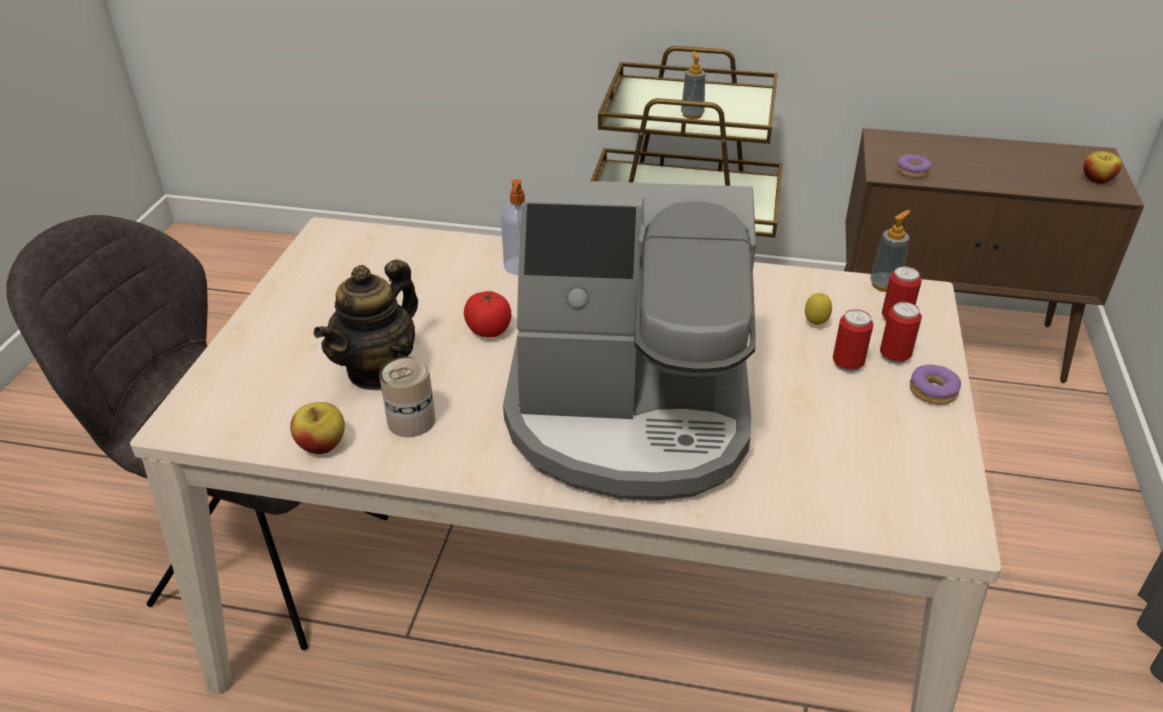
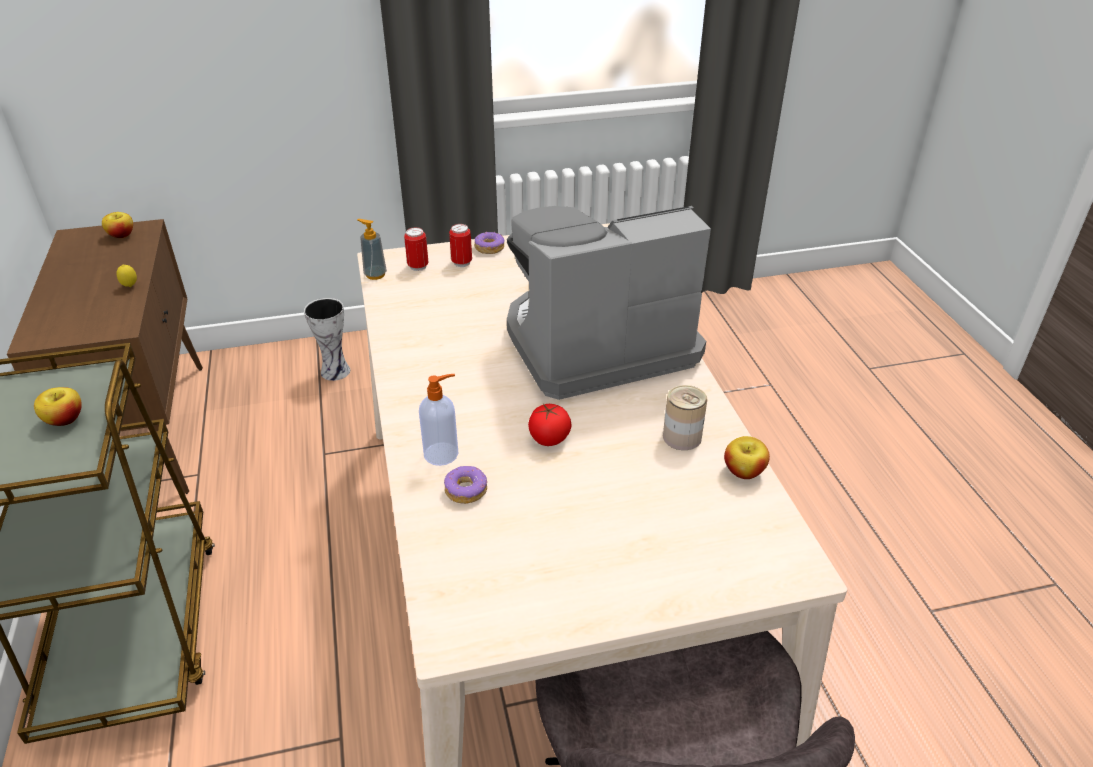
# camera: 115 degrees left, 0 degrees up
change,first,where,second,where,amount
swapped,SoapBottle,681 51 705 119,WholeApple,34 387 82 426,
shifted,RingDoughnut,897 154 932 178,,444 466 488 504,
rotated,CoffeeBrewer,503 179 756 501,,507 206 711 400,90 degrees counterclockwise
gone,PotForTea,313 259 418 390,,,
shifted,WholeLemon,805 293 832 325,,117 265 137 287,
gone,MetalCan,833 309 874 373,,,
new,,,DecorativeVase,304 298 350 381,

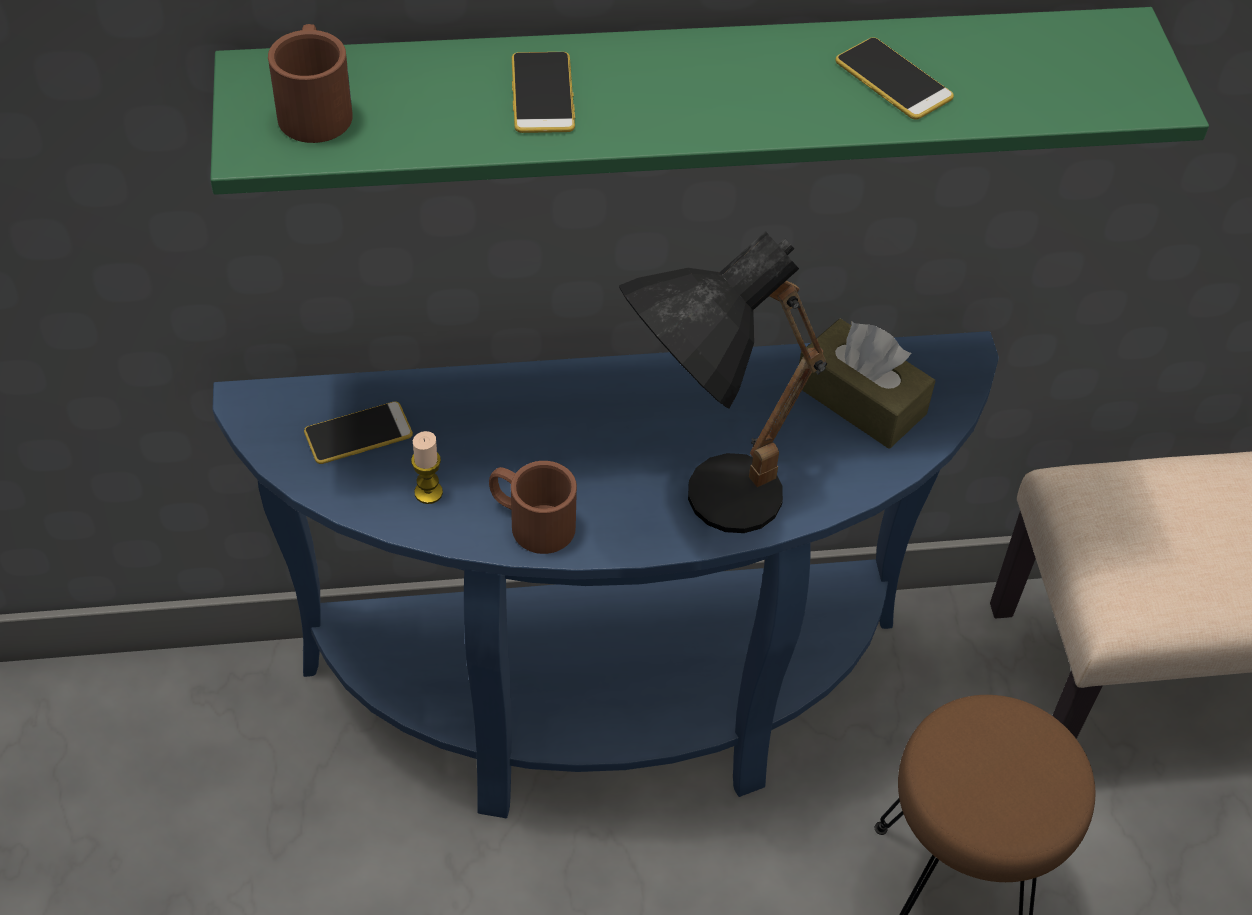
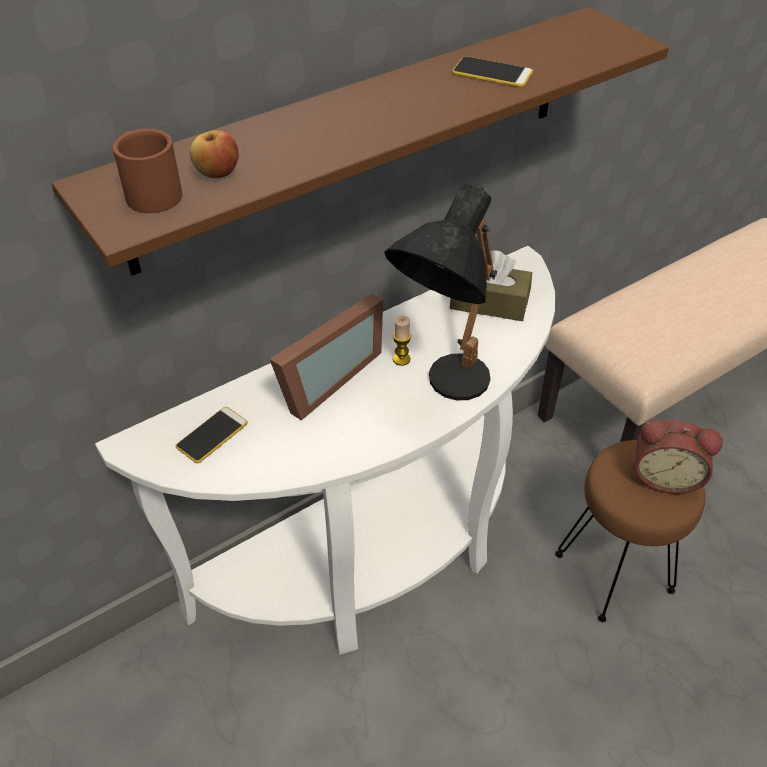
# camera: 25 degrees left, 5 degrees down
change,first,where,second,where,amount
repainted,GreenWallShelf,210 7 1209 195,BrownColouredWallShelf,51 7 669 276,
gone,Telephone,512 52 575 133,,,
repainted,BluishConsoleTable,213 331 999 818,WhiteConsoleTable,95 246 555 655,
shifted,WaxCandle,411 431 443 504,,393 316 411 366,
gone,BrownColouredTeaMug,489 461 577 554,,,
new,,,WholeApple,190 130 239 178,
new,,,PhotoFrame,270 294 383 421,
new,,,AlarmClock,635 419 723 494,

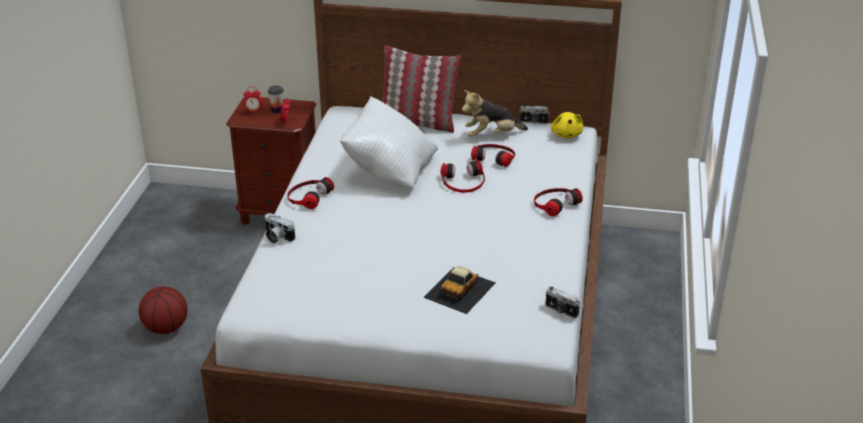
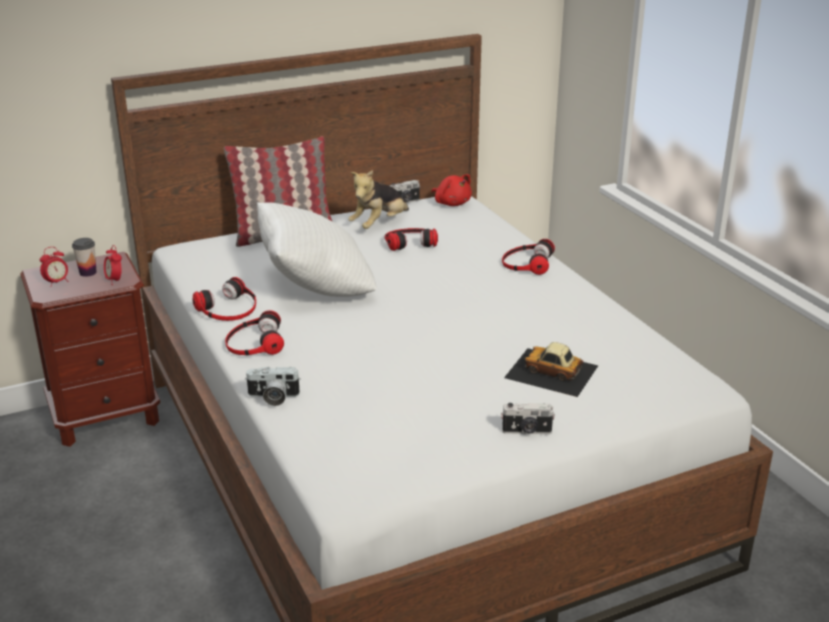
# camera: 35 degrees left, 5 degrees down
change,first,where,second,where,amount
repainted,YellowSoftToy,551 112 583 138,RedSoftToy,431 174 472 206,
shifted,PairOfHeadphones,441 160 485 193,,193 277 256 321,
rotated,ModelCar,423 266 495 314,,504 342 598 397,120 degrees clockwise
gone,Basketball,139 286 188 334,,,
shifted,StillCamera,546 287 580 319,,501 403 555 434,

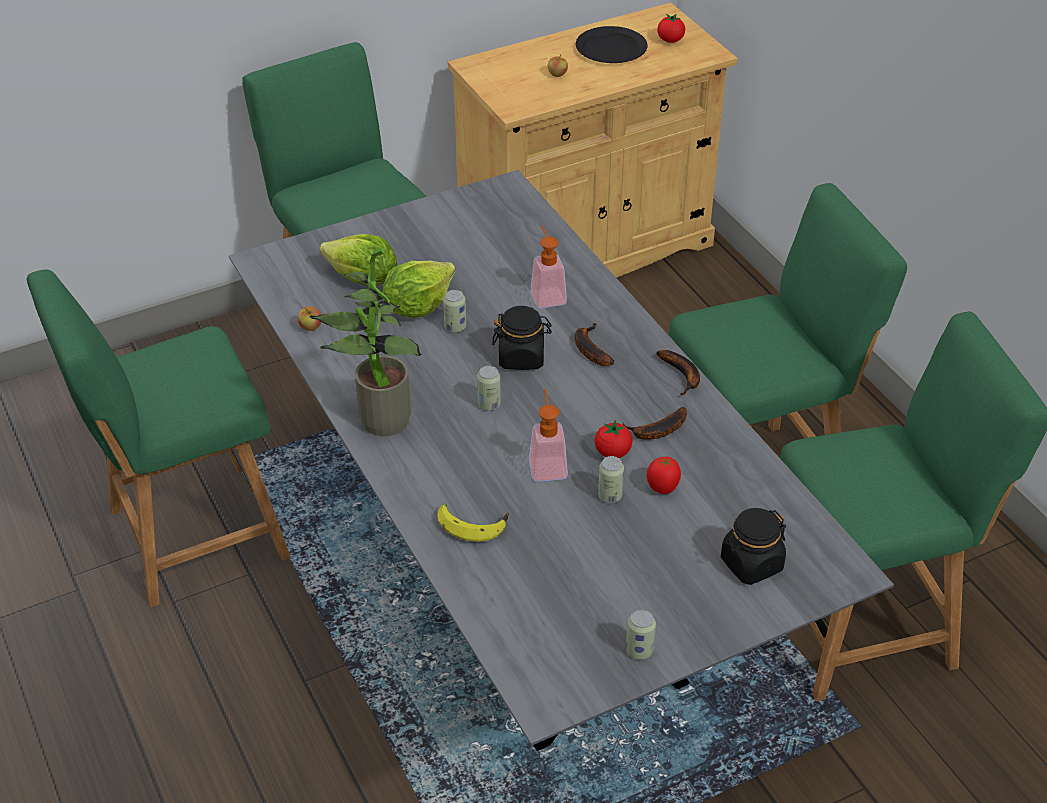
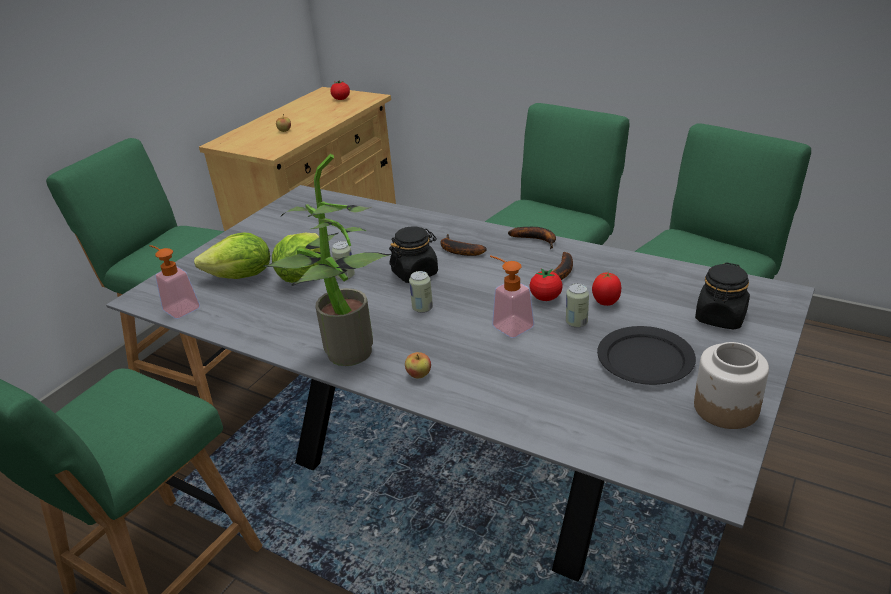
# camera: 30 degrees left, 10 degrees down
change,first,where,second,where,amount
shifted,BlackFlatDish,576 26 648 63,,597 326 696 385,
shifted,SoapBottle,530 225 567 309,,150 245 200 319,
shifted,WholeApple,298 306 322 331,,405 352 431 378,
gone,WholeBanana,437 503 509 542,,,
swapped,MetalCan,626 610 656 659,PreserveJar,694 342 769 429,

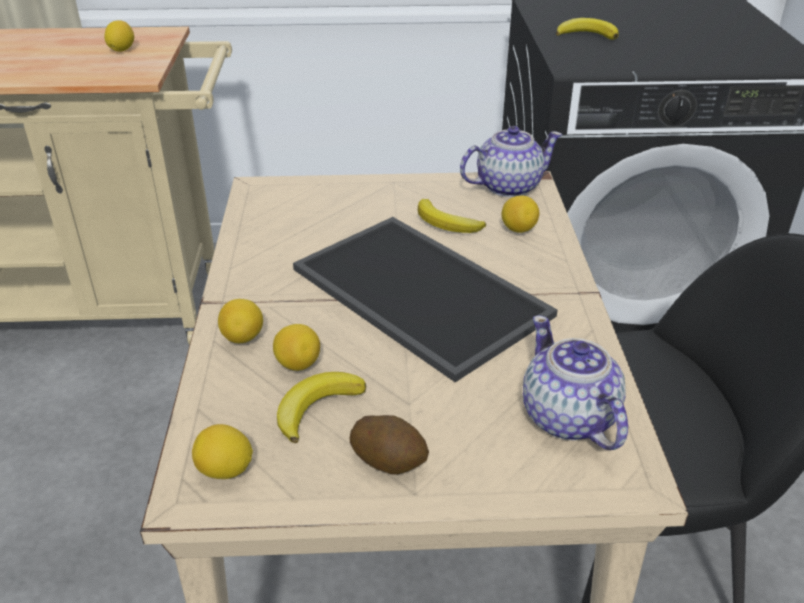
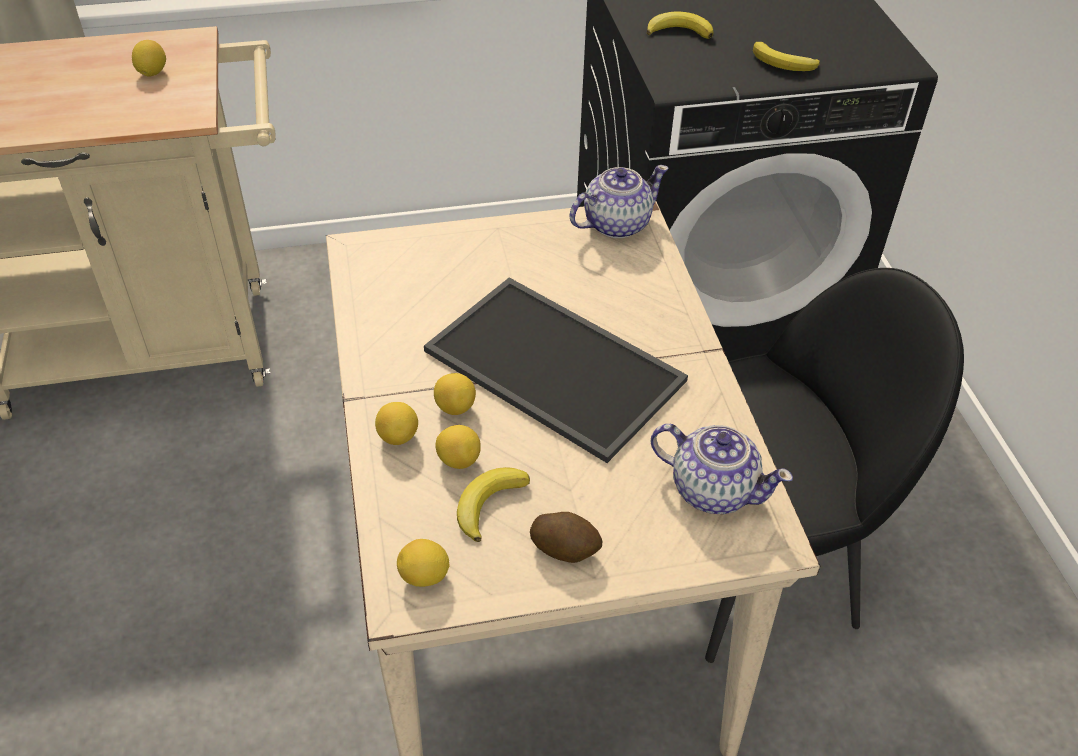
# camera: 10 degrees left, 10 degrees up
change,first,where,second,where,amount
shifted,WholeLemon,502 195 539 233,,434 373 476 415,
shifted,WholeBanana,418 199 486 233,,753 42 820 71,
rotated,PotForTea,523 315 628 450,,650 424 793 514,150 degrees clockwise

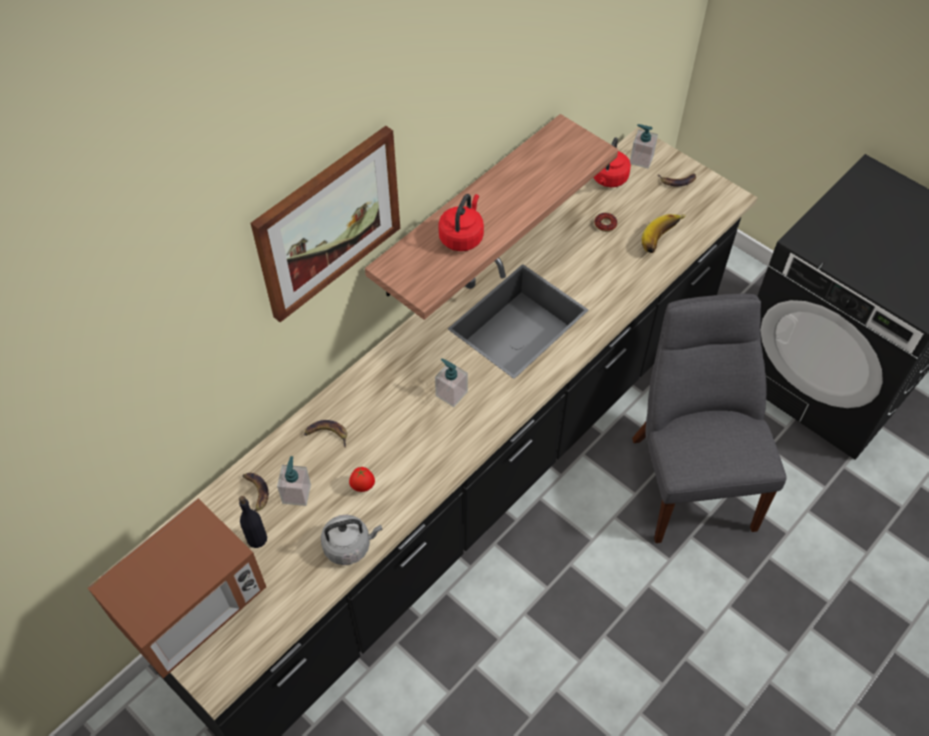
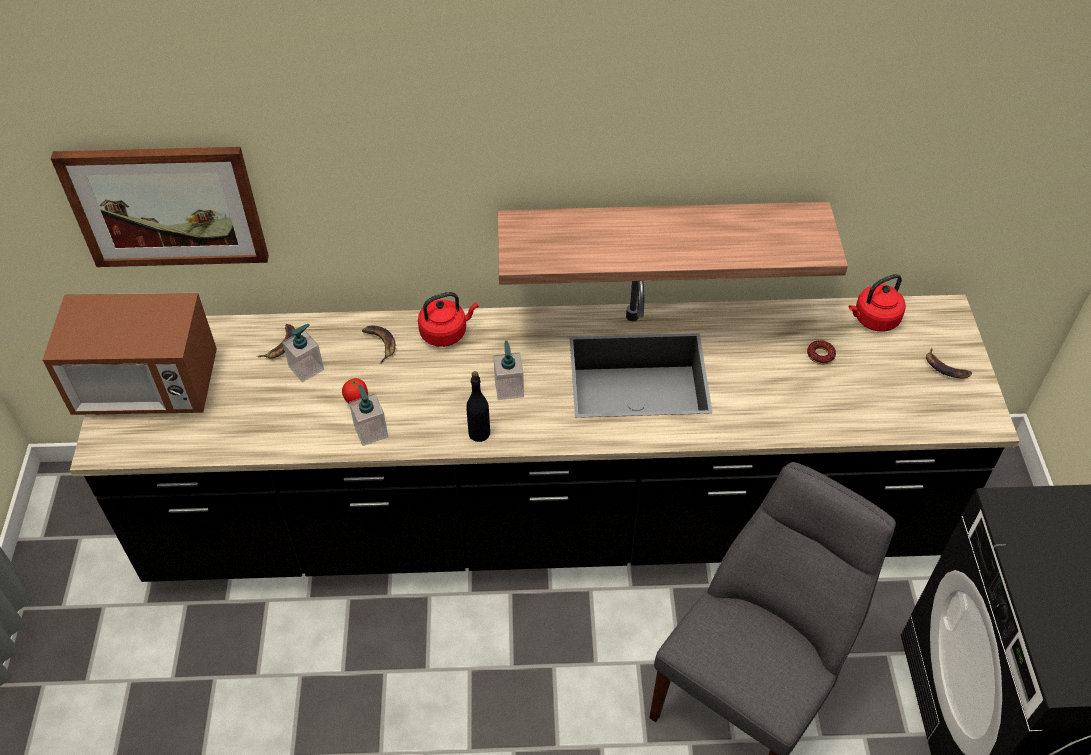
# camera: 45 degrees right, 5 degrees down
change,first,where,second,where,amount
shifted,SoapBottle,630 124 658 169,,349 384 388 446,
shifted,Picture,251 126 400 322,,51 147 269 267,
shifted,RedKettle,438 194 484 251,,418 292 478 347,
gone,WholeBanana,642 214 686 253,,,
shifted,BlackBottle,239 496 267 548,,466 371 490 442,
gone,GreyishKettle,321 515 383 565,,,

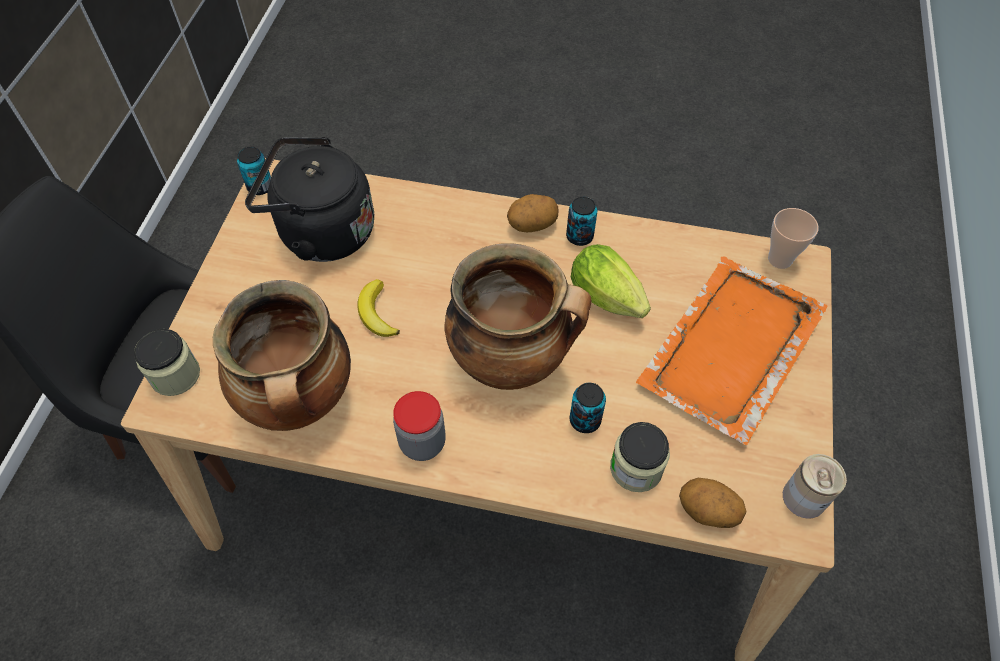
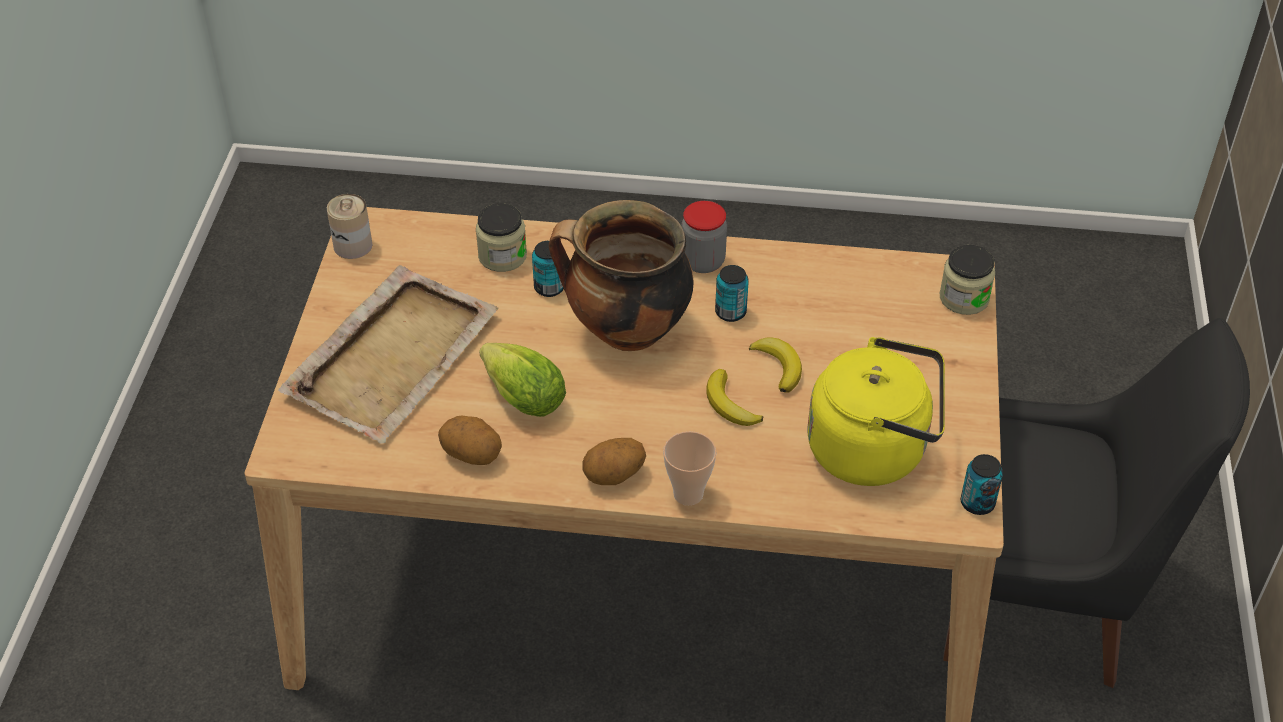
# camera: 175 degrees right, 10 degrees down
change,first,where,second,where,amount
repainted,BlackKettle,245 137 374 262,YellowKettle,807 337 945 486,
shifted,MetalCan,566 197 597 246,,715 265 749 322,
shifted,SmallCup,768 208 819 269,,663 431 717 506,
repainted,OrangeColouredCarryingTray,636 257 827 445,SandColouredCarryingTray,278 265 499 444,
gone,Stockpot,213 280 351 431,,,
shifted,Potato,679 478 747 528,,438 416 502 465,
new,,,WholeBanana,706 369 763 426,

